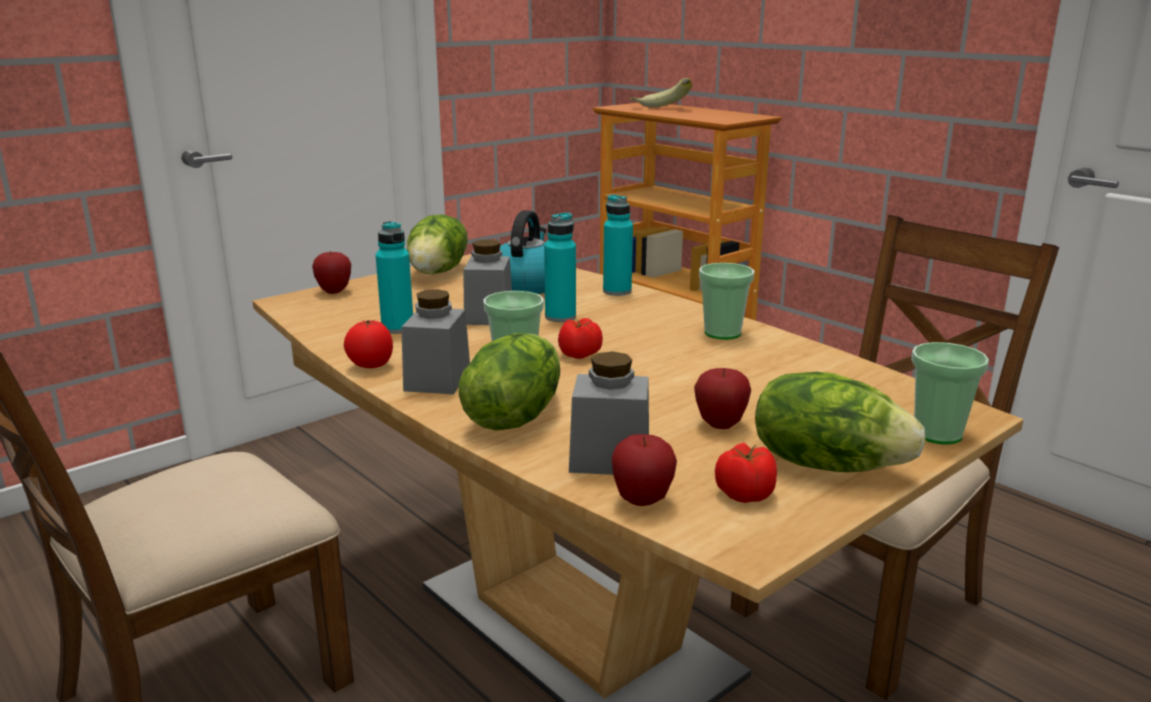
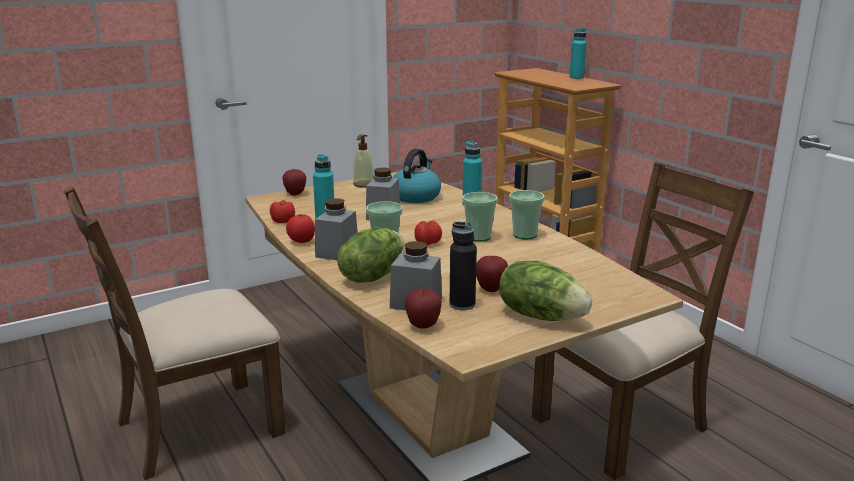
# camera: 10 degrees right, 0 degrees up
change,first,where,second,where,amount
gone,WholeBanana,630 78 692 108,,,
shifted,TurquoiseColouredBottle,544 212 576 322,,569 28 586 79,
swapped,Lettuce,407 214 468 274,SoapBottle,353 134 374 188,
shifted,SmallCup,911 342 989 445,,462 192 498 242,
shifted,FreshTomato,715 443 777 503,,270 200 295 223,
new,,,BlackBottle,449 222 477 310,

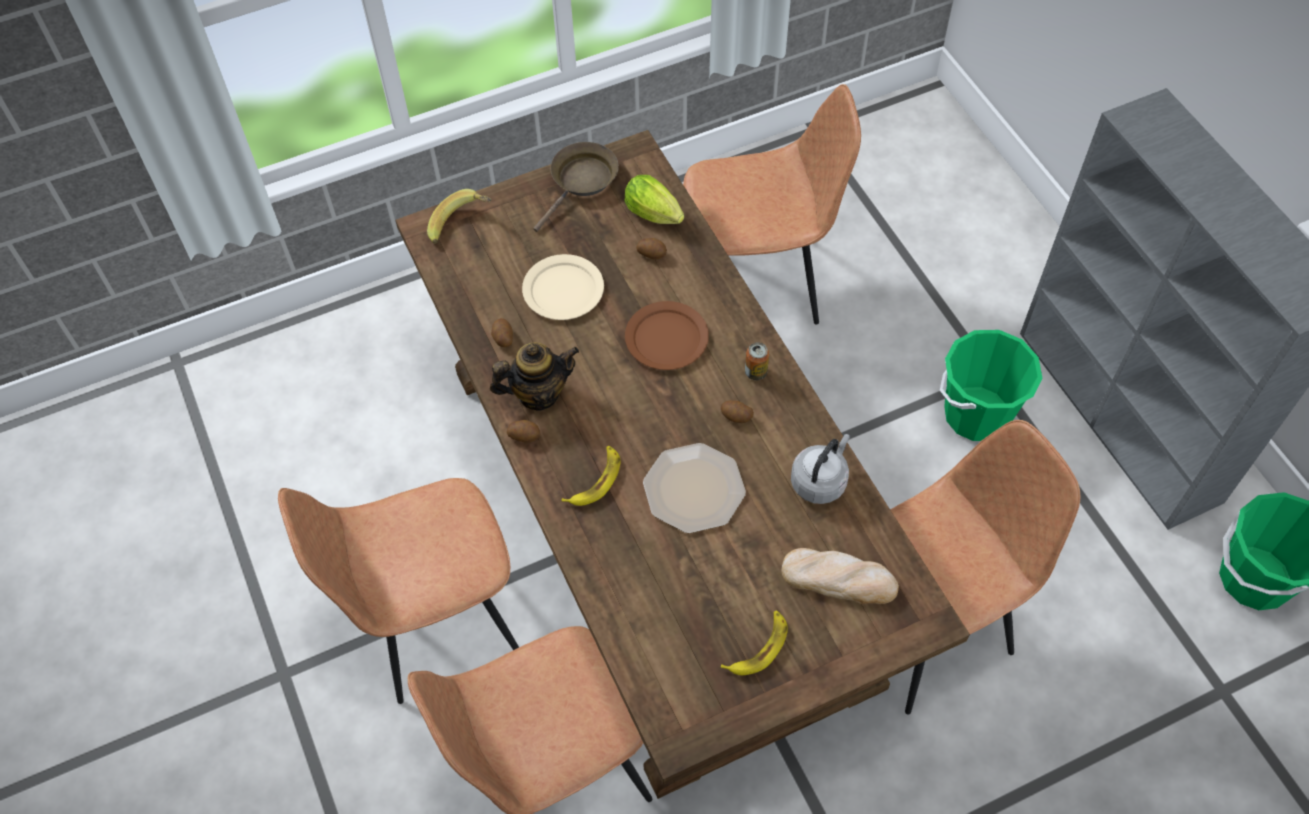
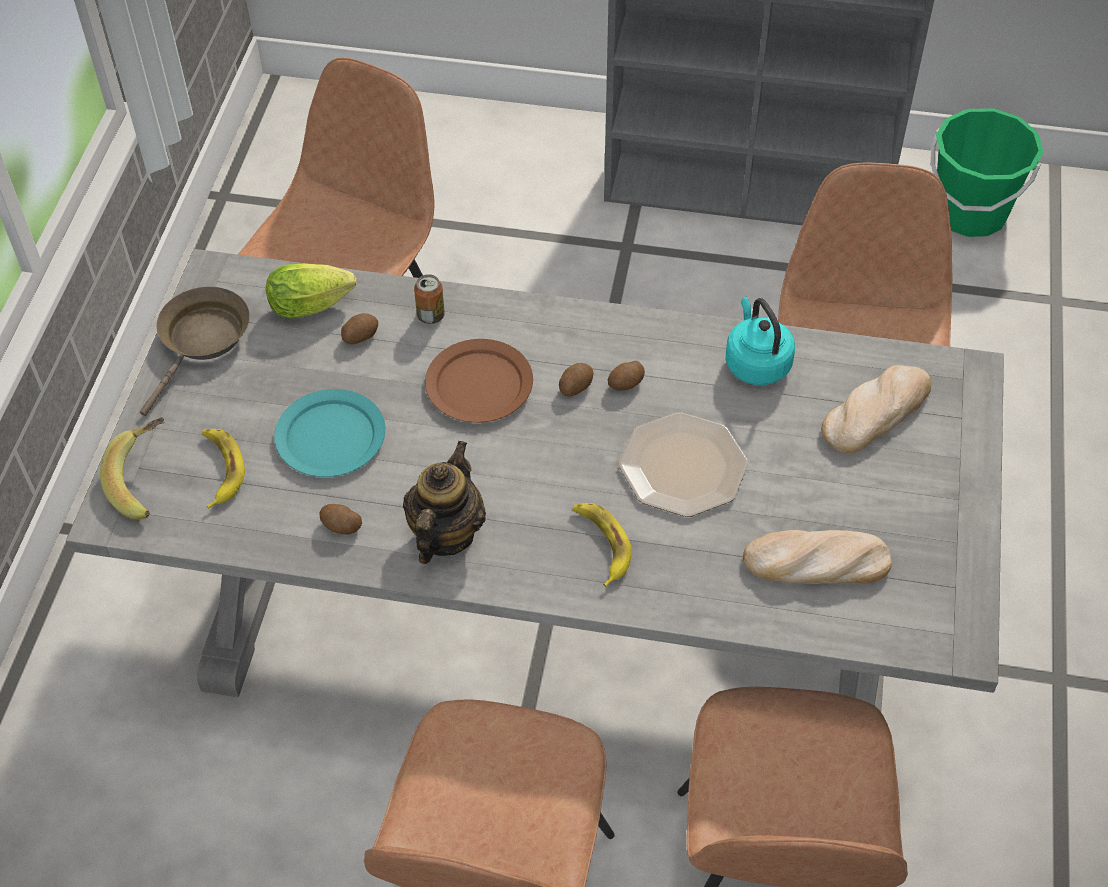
# camera: 55 degrees left, 5 degrees down
change,first,where,second,where,amount
repainted,BrownColouredKitchenTable,395 130 970 799,GreyishKitchenTable,66 249 1004 711,
rotated,BrownColouredPan,533 142 619 232,,140 286 250 416,45 degrees clockwise
repainted,SandColouredFlatDish,522 254 604 320,TurquoiseColouredFlatDish,274 389 385 477,
gone,GreenBucket,940 330 1042 441,,,
shifted,MetalCan,745 342 769 380,,414 274 445 324,
shifted,Potato,507 420 540 443,,559 363 594 397,
repainted,GreyishKettle,791 434 850 504,TurquoiseColouredKettle,725 297 795 385,
shifted,WholeBanana,721 610 788 675,,202 429 245 508,
new,,,BakeryBread,743 530 892 584,

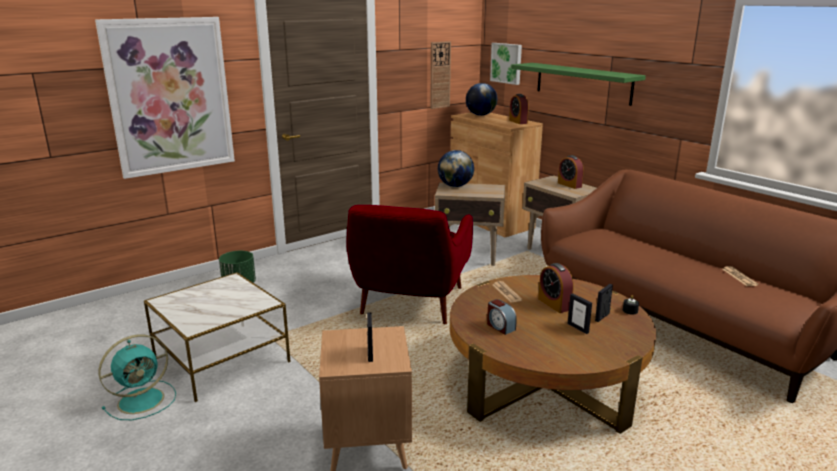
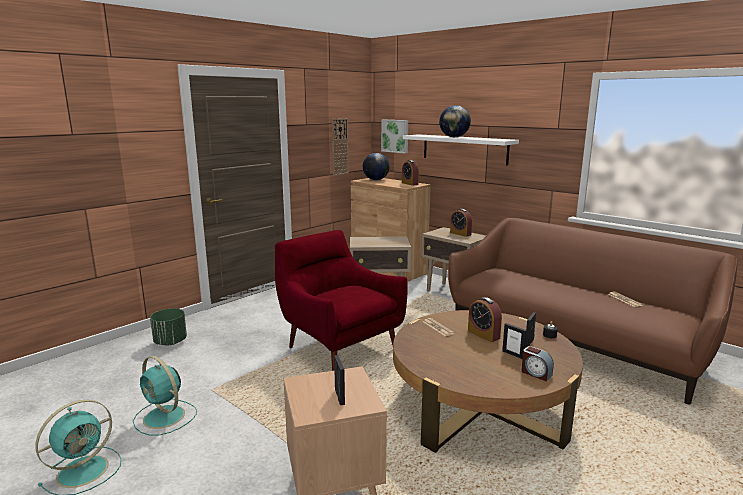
# camera: 10 degrees left, 5 degrees down
change,first,where,second,where,amount
gone,Picture,95 17 235 179,,,
repainted,GreenWallShelf,511 63 646 106,WhiteWallShelf,403 134 519 165,
shifted,DeskGlobe,438 150 474 187,,439 105 471 137,
rotated,RedLoungeChair,346 205 473 324,,275 230 408 371,135 degrees clockwise
swapped,AccentTable,144 272 290 402,TurquoiseColouredElectricFan,133 356 197 436,
shifted,AlarmClock,487 299 517 335,,521 346 554 381,

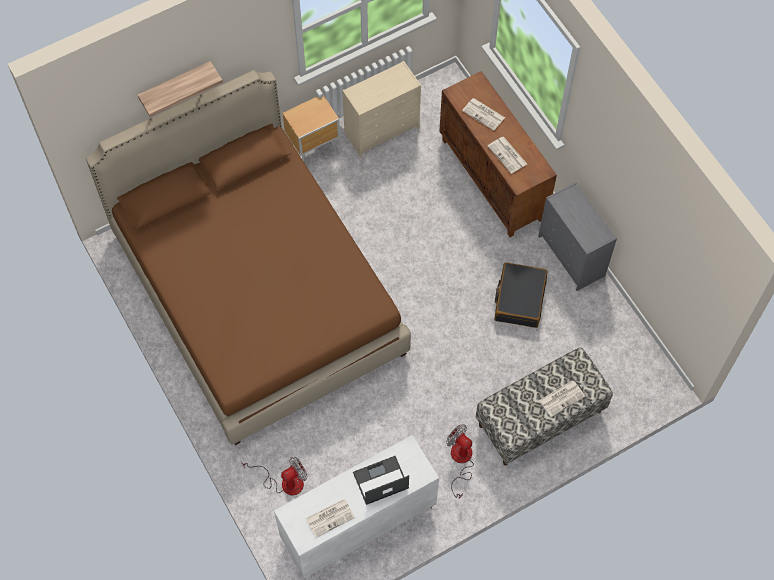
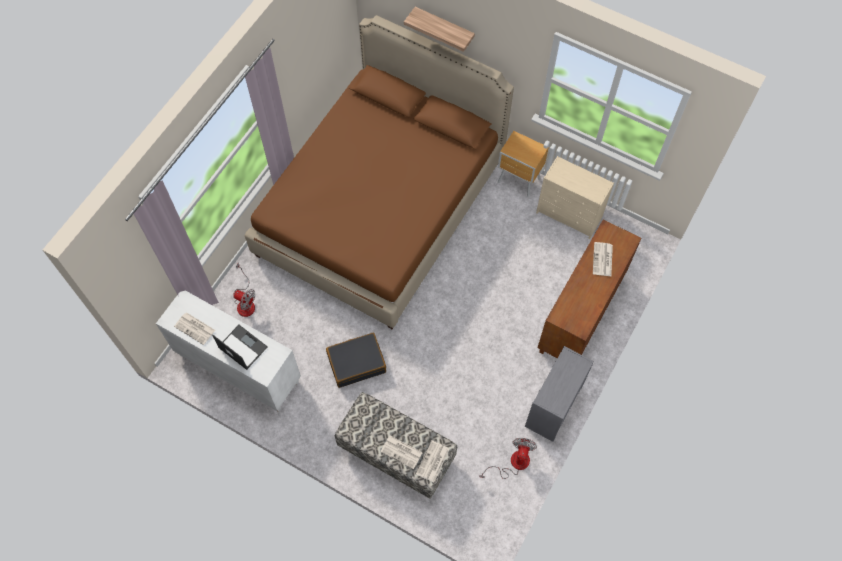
# camera: 60 degrees right, 0 degrees up
change,first,where,second,where,amount
shifted,PrintedPaper,488 137 527 174,,416 441 449 482,
shifted,BlackTravelCase,495 263 547 328,,326 333 386 388,
shifted,ElectricFan,446 424 474 499,,479 438 537 479,

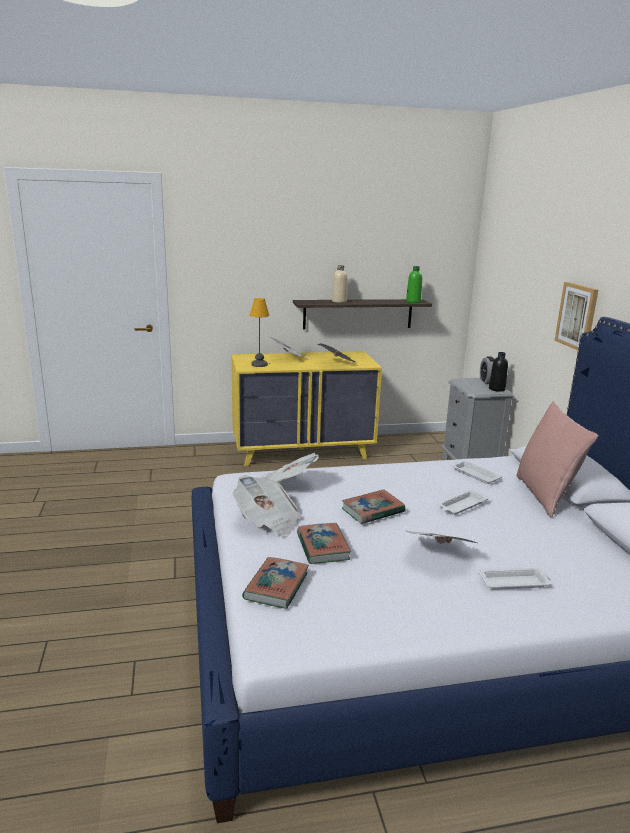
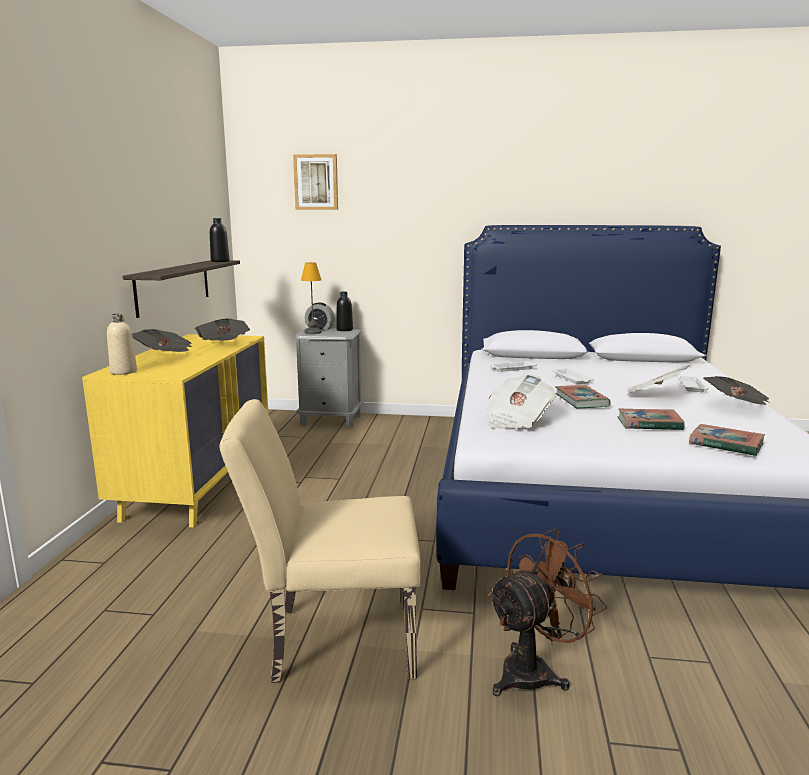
# camera: 70 degrees left, 5 degrees down
change,first,where,second,where,amount
shifted,SandColouredBottle,332 265 347 303,,107 313 137 375,
repainted,GreenBottle,406 266 422 303,BlackBottle,210 218 230 262,
shifted,Picture,554 282 598 350,,293 154 338 210,
shifted,TabletopLamp,250 298 269 367,,301 262 322 334,
gone,PinkThrowPillow,516 401 598 517,,,
shifted,PrintedPaper,233 475 301 537,,703 376 769 405,
new,,,SandColouredPlainChair,220 399 421 683,
new,,,BrownColouredElectricFan,487 529 607 696,

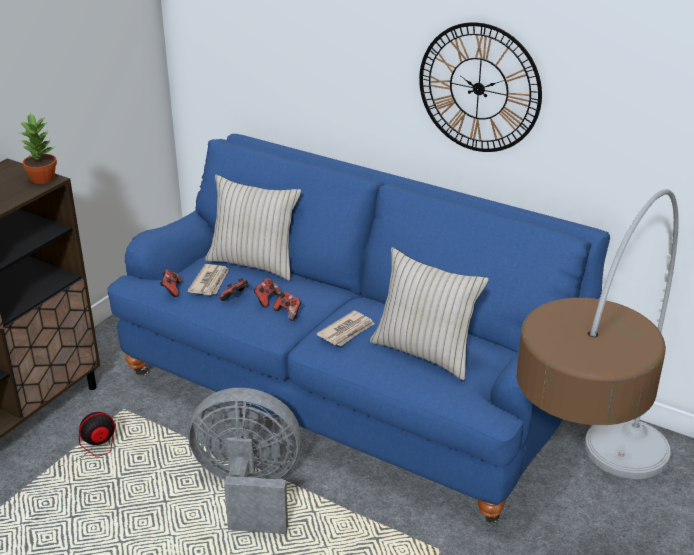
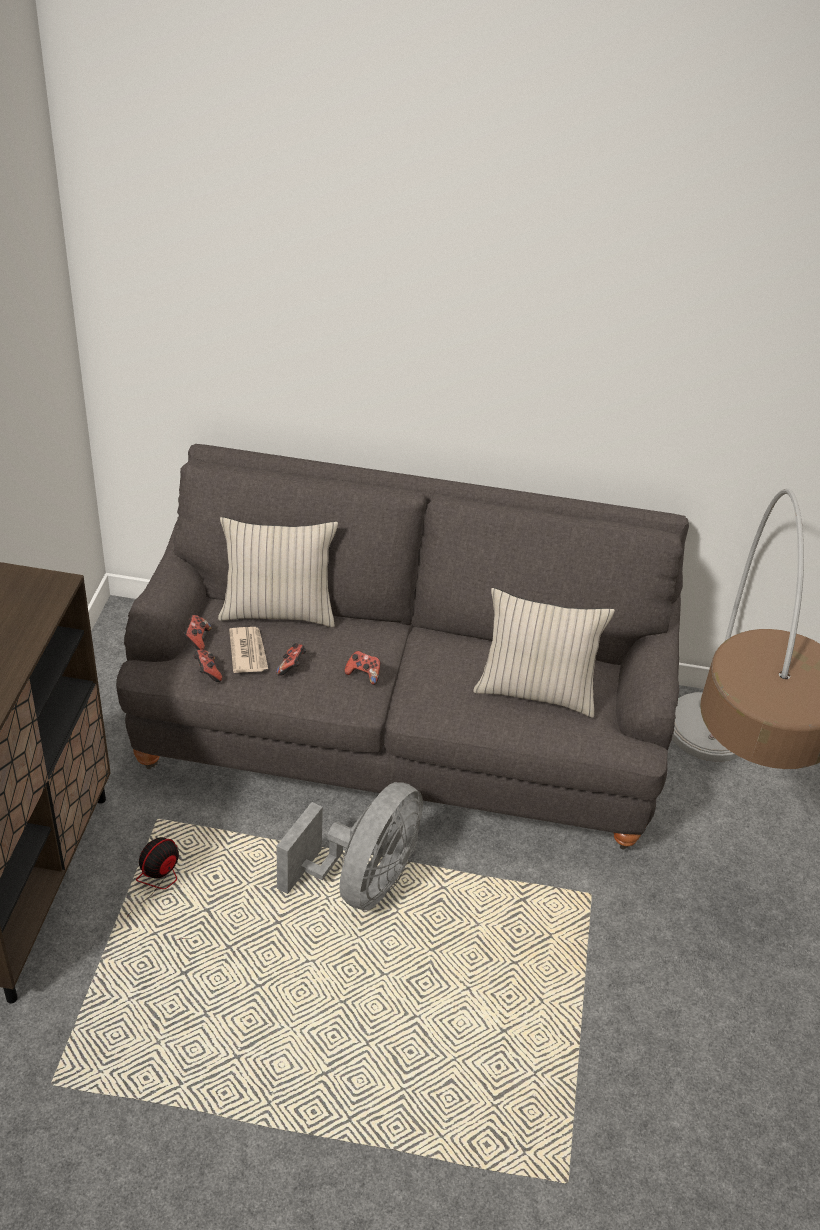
# camera: 25 degrees left, 10 degrees up
change,first,where,second,where,amount
gone,WallClock,419 22 542 152,,,
gone,PottedPlant,20 113 57 184,,,
repainted,BluishSofa,107 134 610 523,GreyishSofa,116 444 689 850,
shifted,Joypad,253 278 282 308,,183 615 211 650,
gone,PrintedPaper,317 311 374 346,,,
rotated,GreyishElectricFan,188 388 302 534,,277 782 423 910,135 degrees clockwise

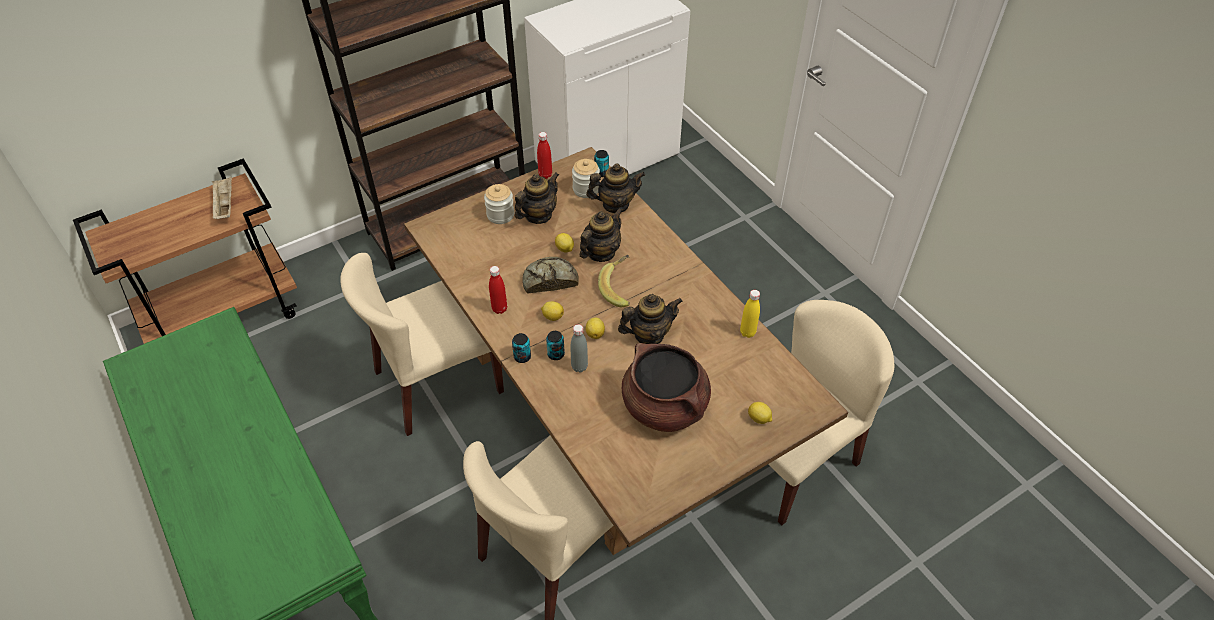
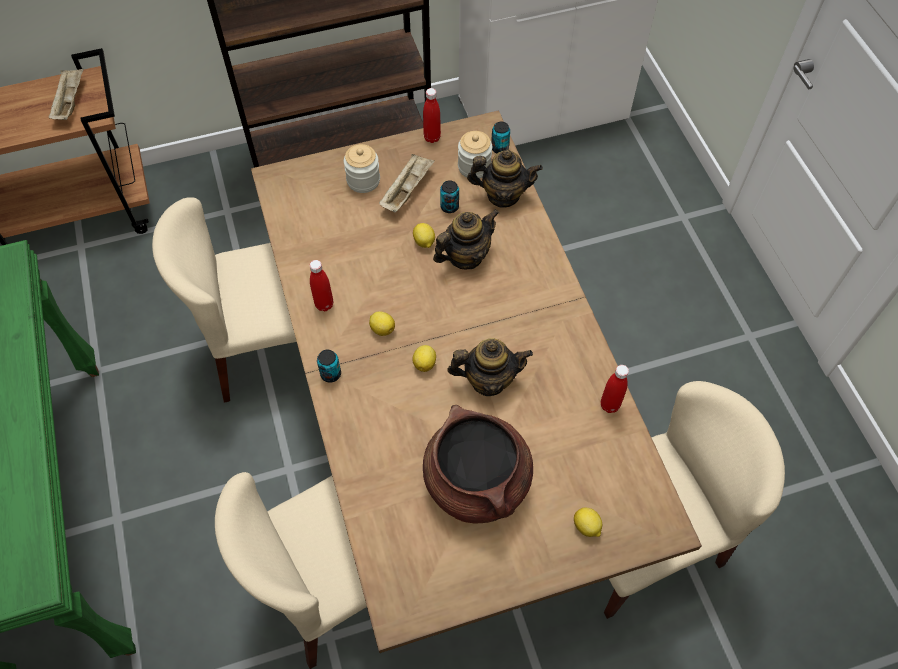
# camera: 15 degrees right, 10 degrees up
change,first,where,second,where,amount
swapped,PotForTea,515 173 559 224,SandColouredCarryingTray,379 154 435 213,
gone,WholeBanana,598 255 630 307,,,
gone,BakeryBread,522 257 579 293,,,
repainted,YellowBottle,740 290 760 338,RedBottle,601 365 629 413,
gone,GreyishBottle,570 324 588 373,,,
shifted,MetalCan,546 331 565 360,,440 180 459 213,

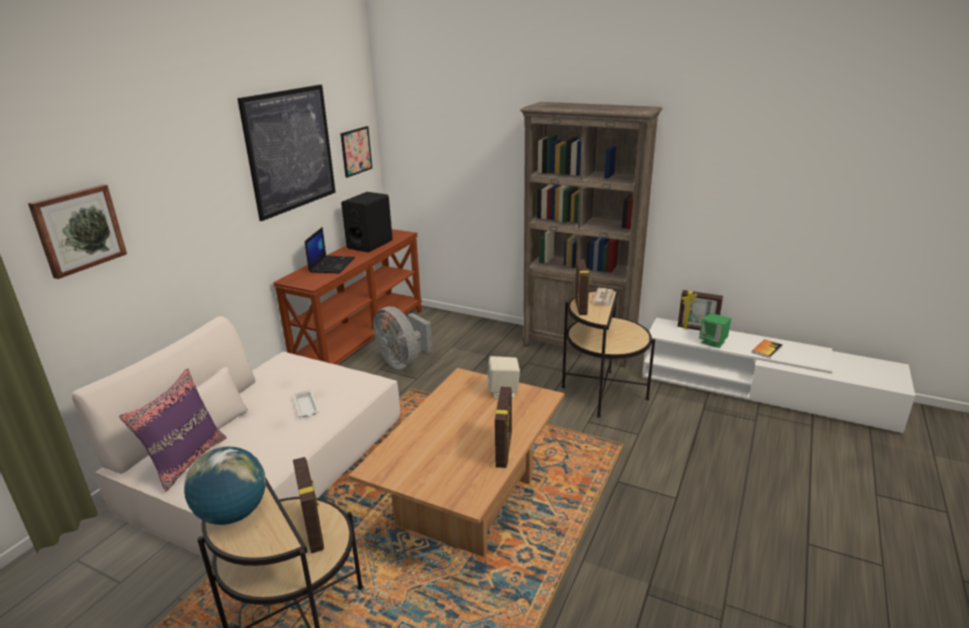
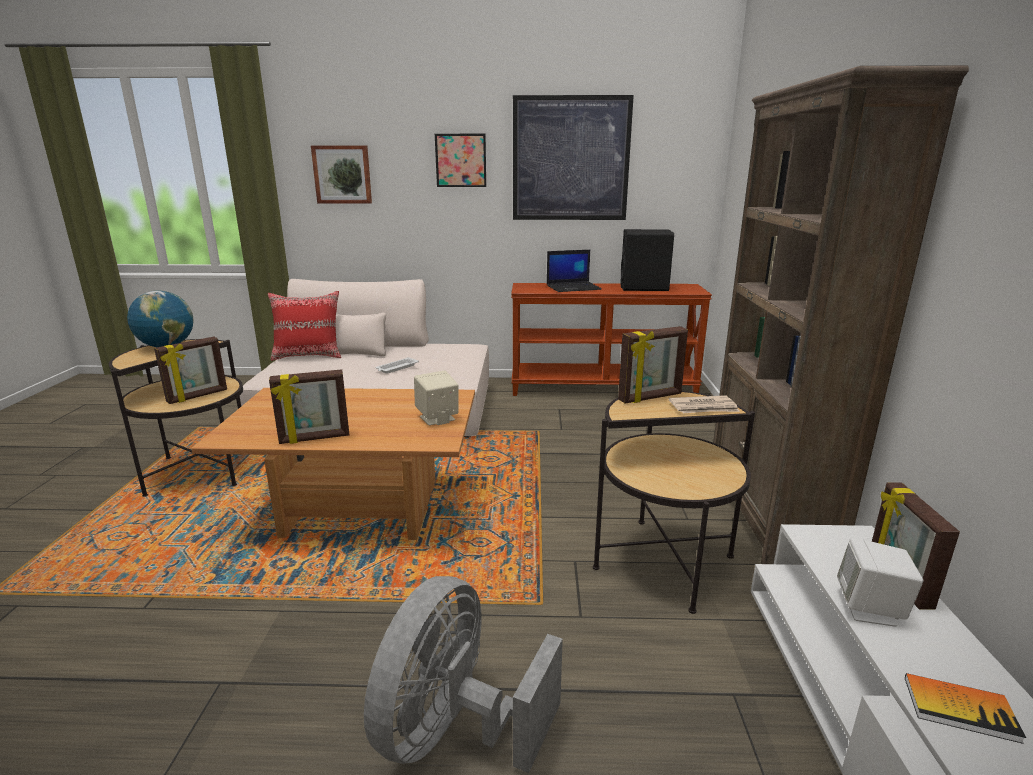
# camera: 65 degrees right, 5 degrees down
change,first,where,second,where,amount
shifted,Picture,340 126 372 178,,435 134 486 187,
shifted,GreyishElectricFan,373 306 433 370,,364 576 563 773,
repainted,GreenAudioSpeaker,699 313 731 348,WhiteAudioSpeaker,837 538 924 627,
repainted,PurplishThrowPillow,119 368 227 492,RedThrowPillow,268 291 341 361,

